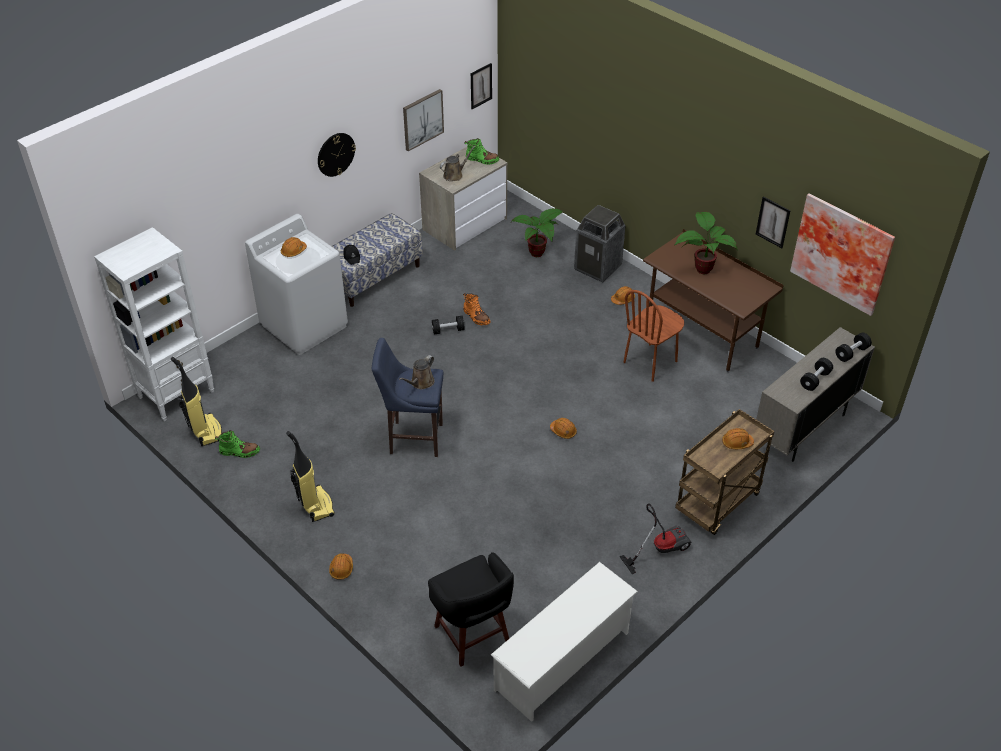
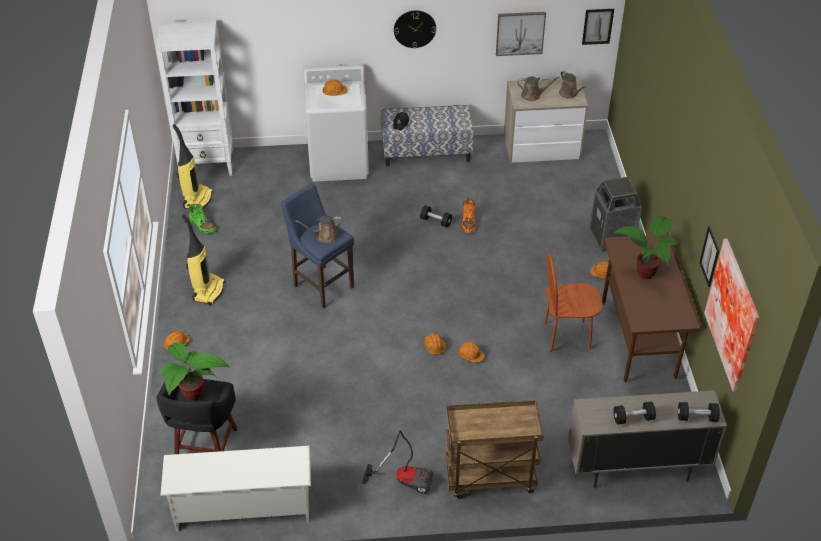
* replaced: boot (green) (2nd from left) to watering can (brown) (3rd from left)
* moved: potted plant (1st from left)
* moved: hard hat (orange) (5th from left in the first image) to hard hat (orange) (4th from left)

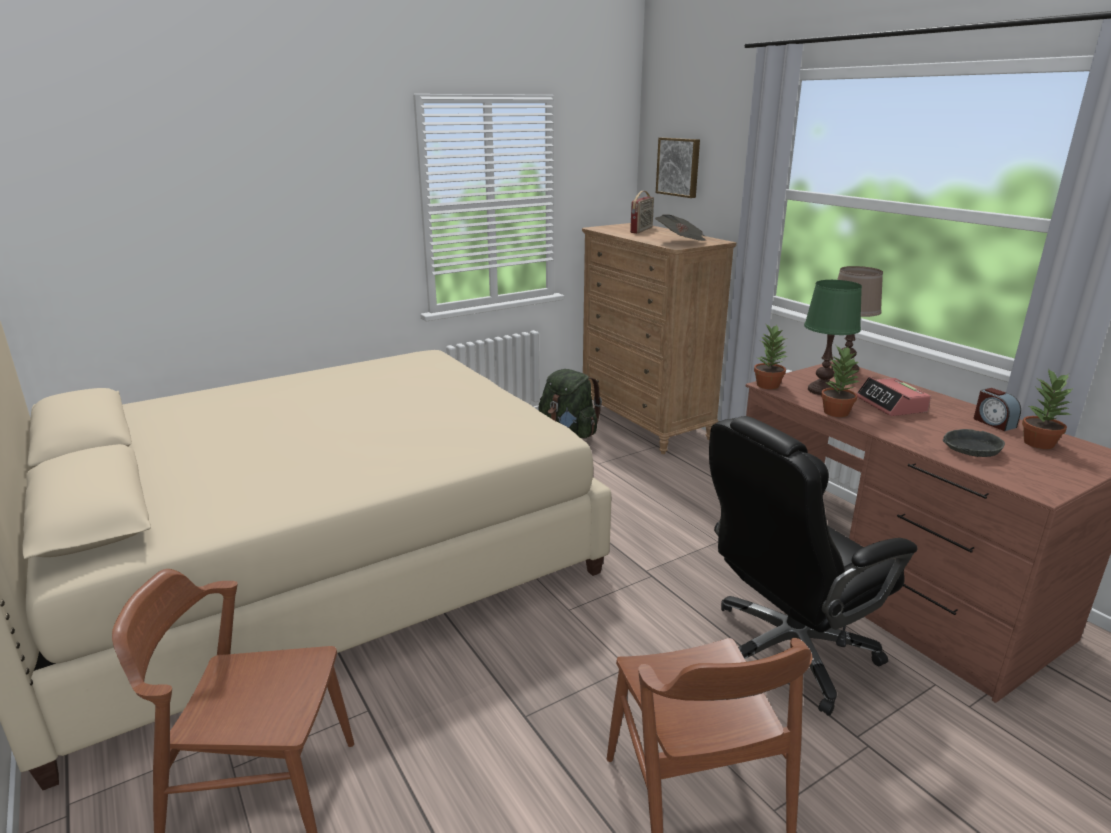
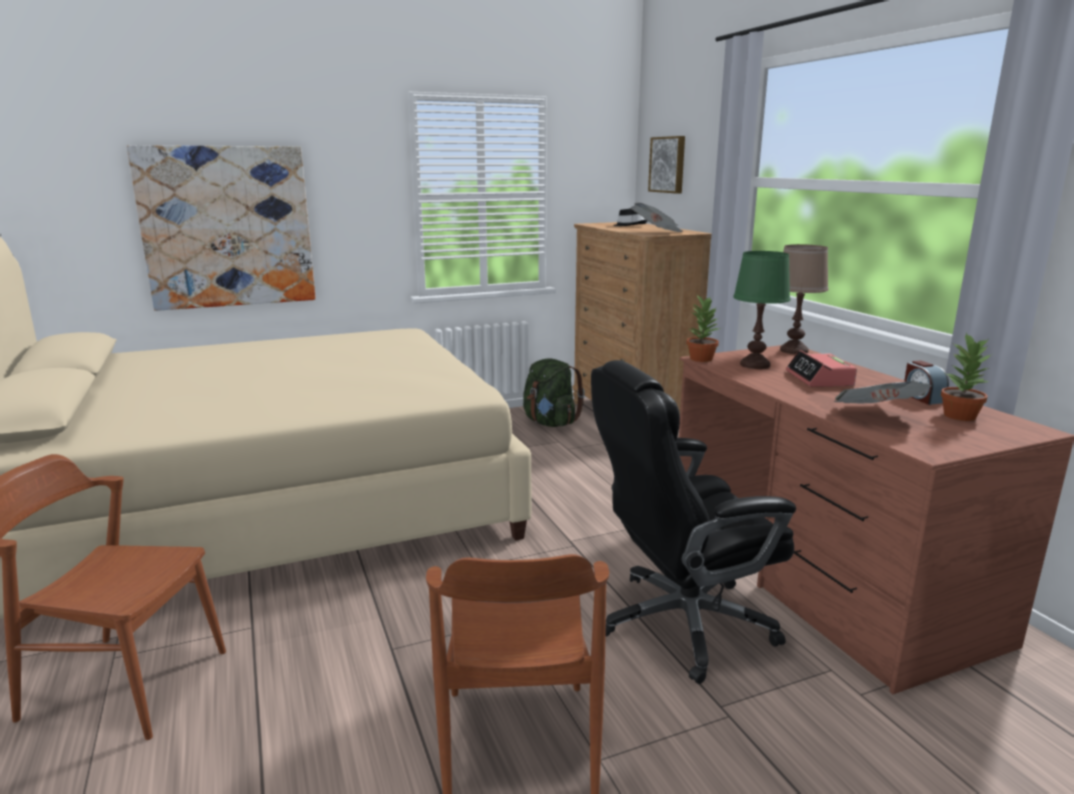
* replaced: radio to hat (black)
* removed: potted plant (2nd from left)
* replaced: bowl (grey) to newspaper (2nd from left)
* added: picture (1st from left)

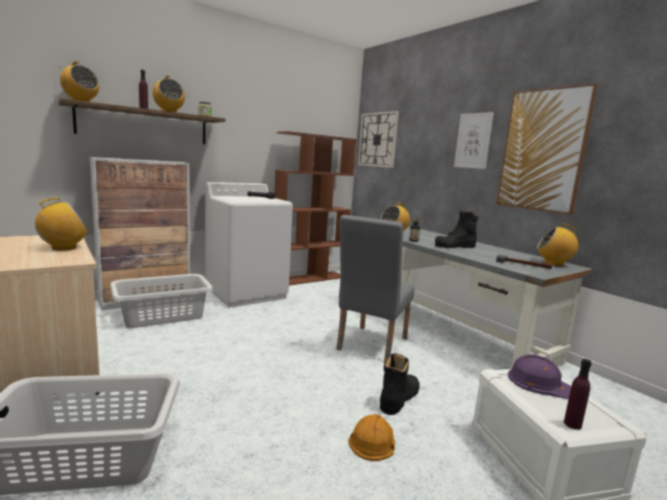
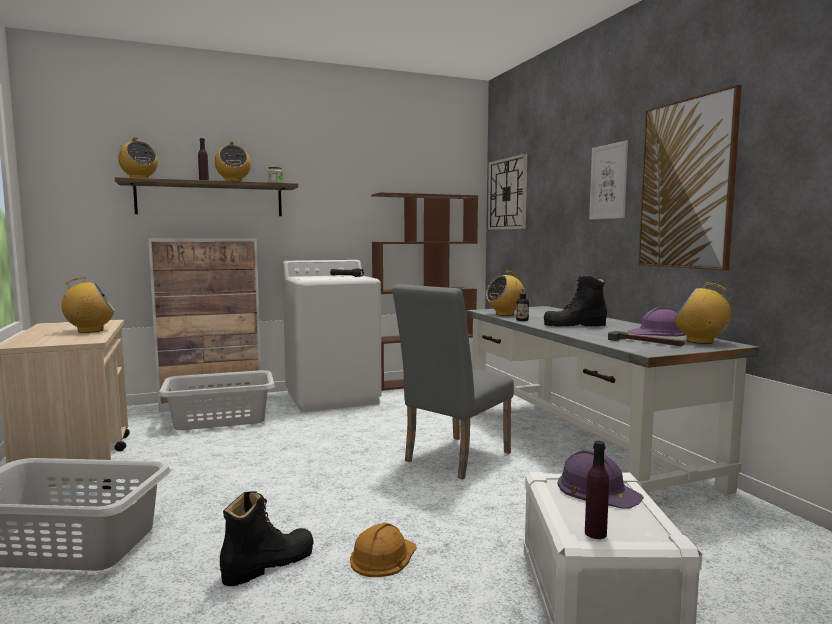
* moved: boot (black) (1st from left)
* added: hard hat (purple) (2nd from left)

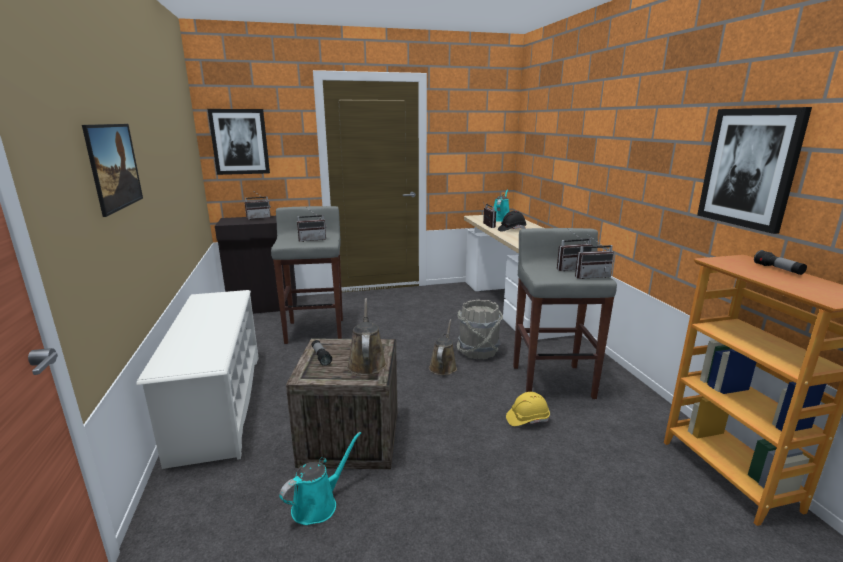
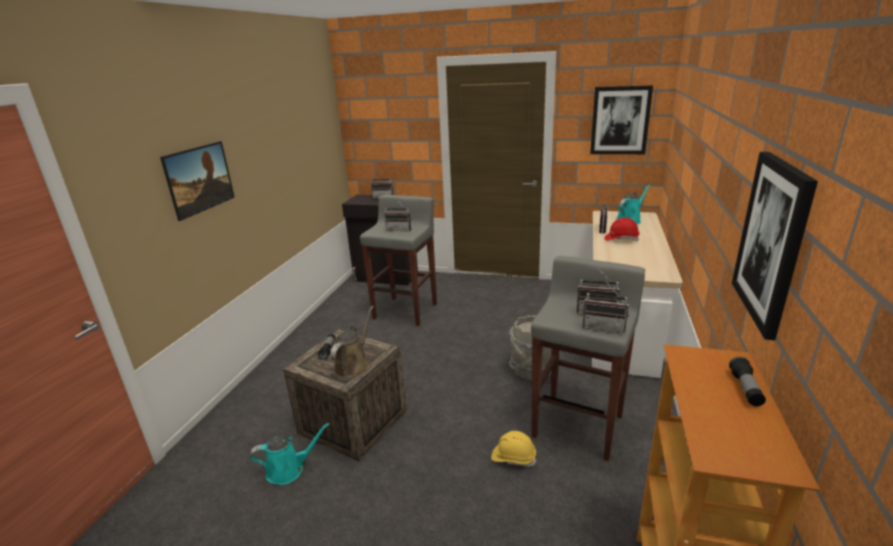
* moved: picture (2nd from left)
* recoloured: hard hat (black) to hard hat (red)
* removed: shoe rack (white)
* removed: watering can (brown) (2nd from left)

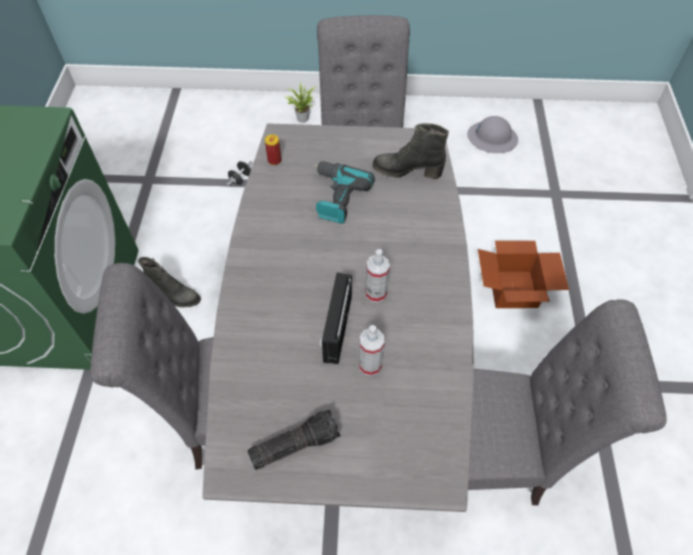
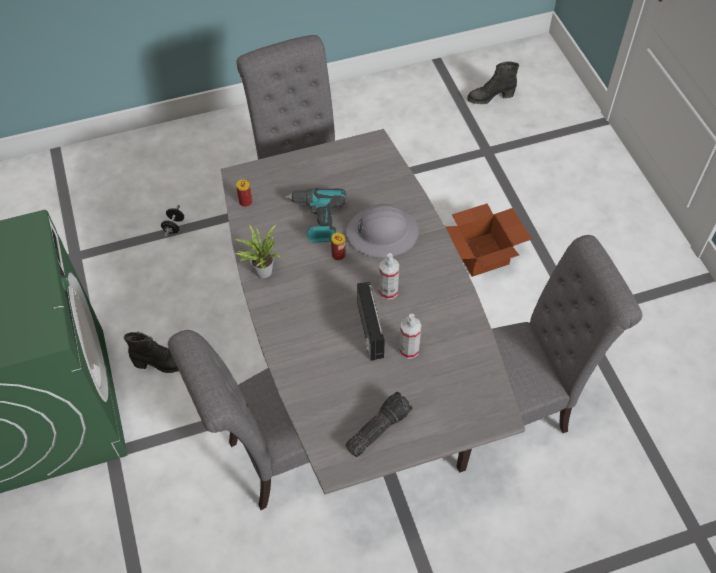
* moved: potted plant
* moved: hard hat (grey)
* moved: boot (black) (2nd from left)
* added: can (2nd from left)

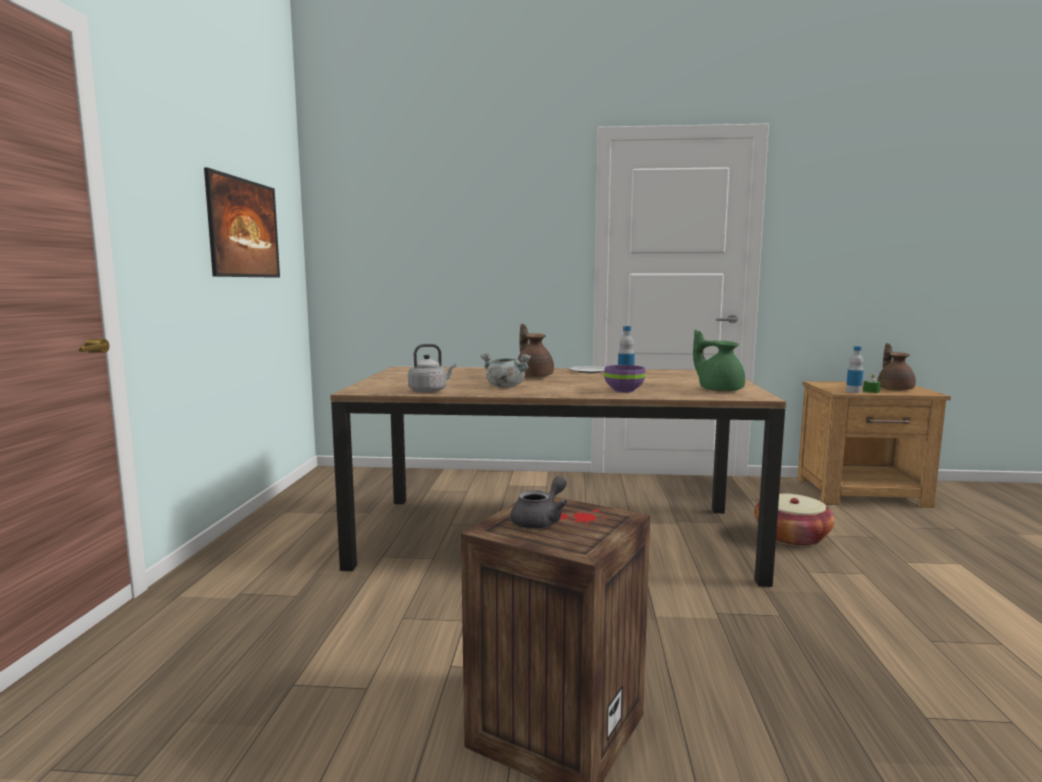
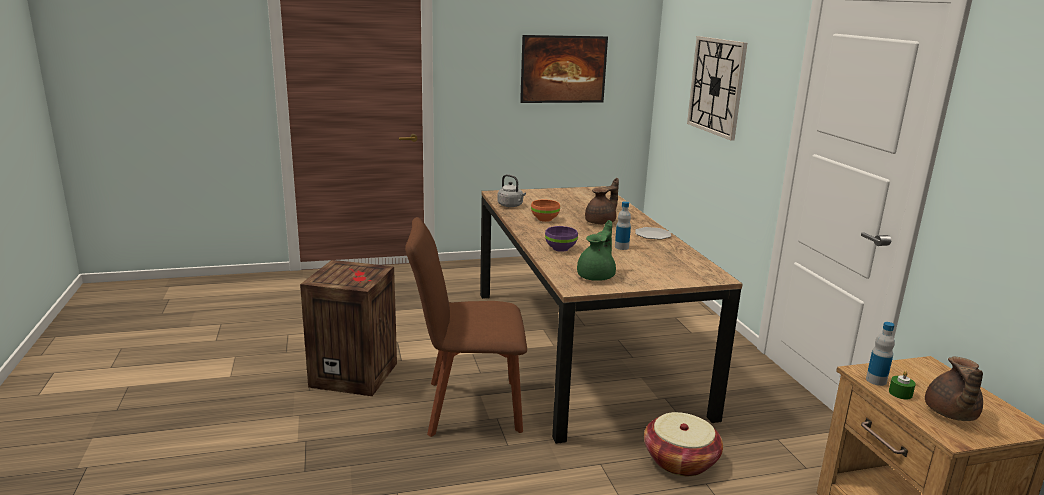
* turned: teapot (brown) (2nd from left) 120 degrees clockwise
* replaced: cooking pot (grey) to bowl (orange)
* removed: teapot (grey)
* added: wall clock
* added: chair (brown)

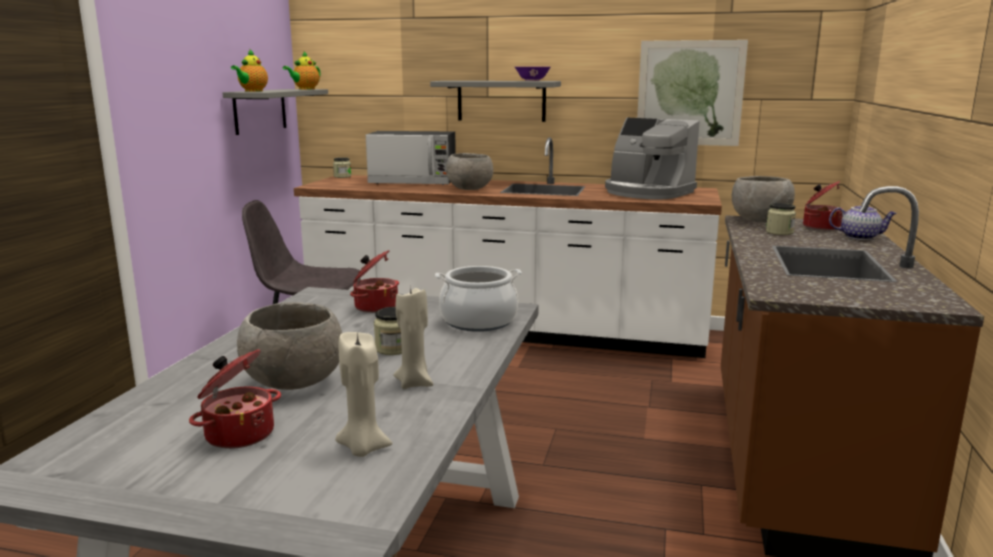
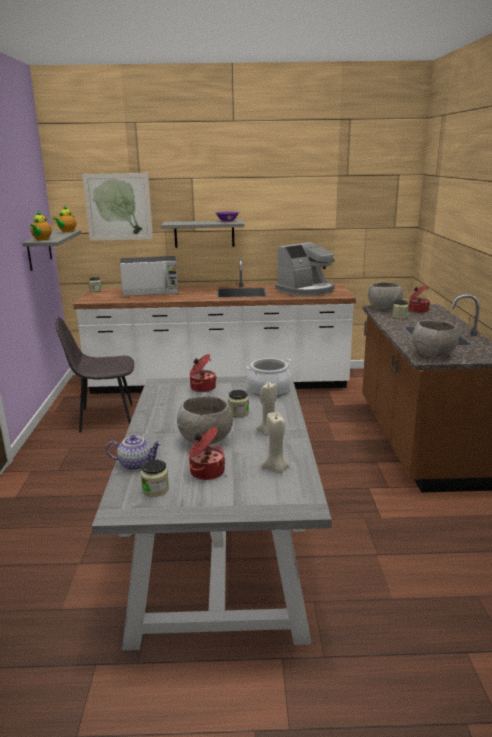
* moved: picture
* turned: coffee machine 60 degrees counterclockwise
* moved: bowl (grey) (2nd from left in the first image) to bowl (grey) (3rd from left)
* moved: teapot (3rd from left)
* added: jar (2nd from left)

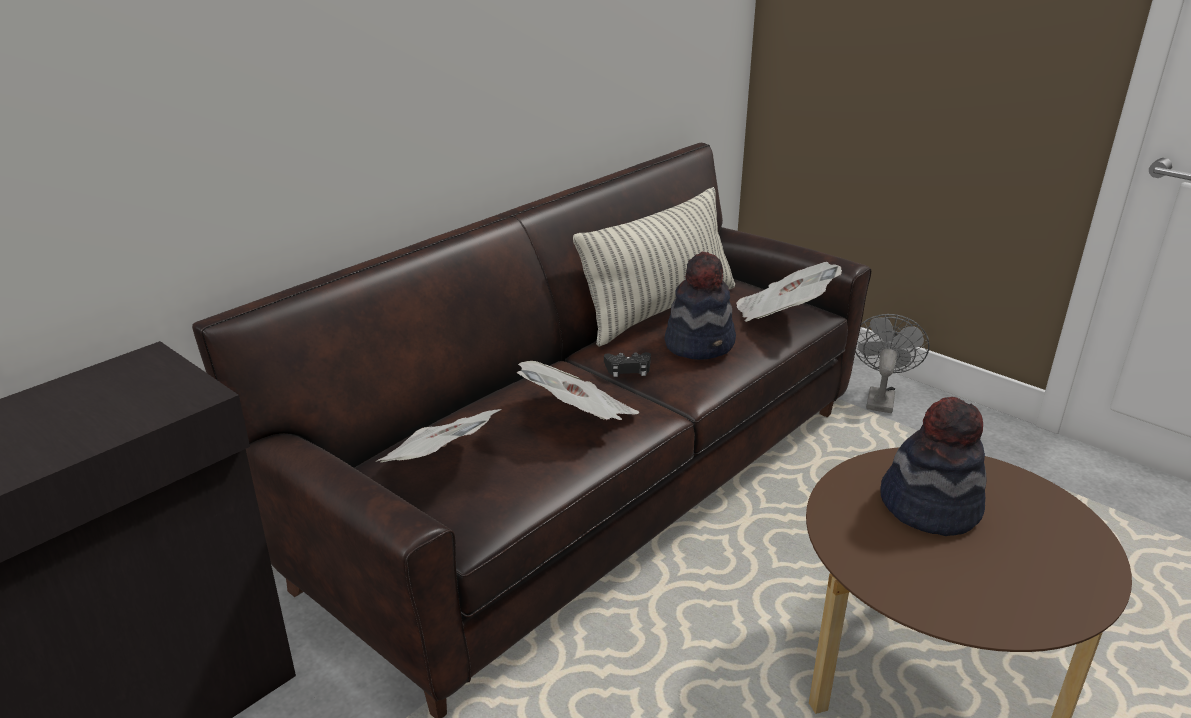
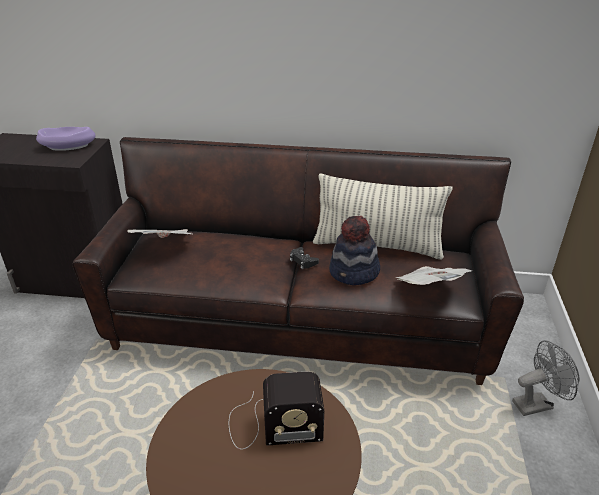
* removed: newspaper (2nd from left)
* replaced: hat (2nd from left) to radio
* added: bowl (purple)

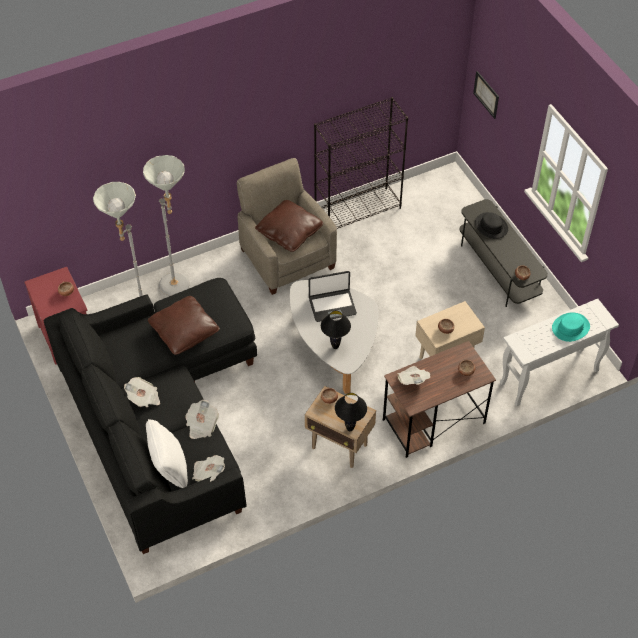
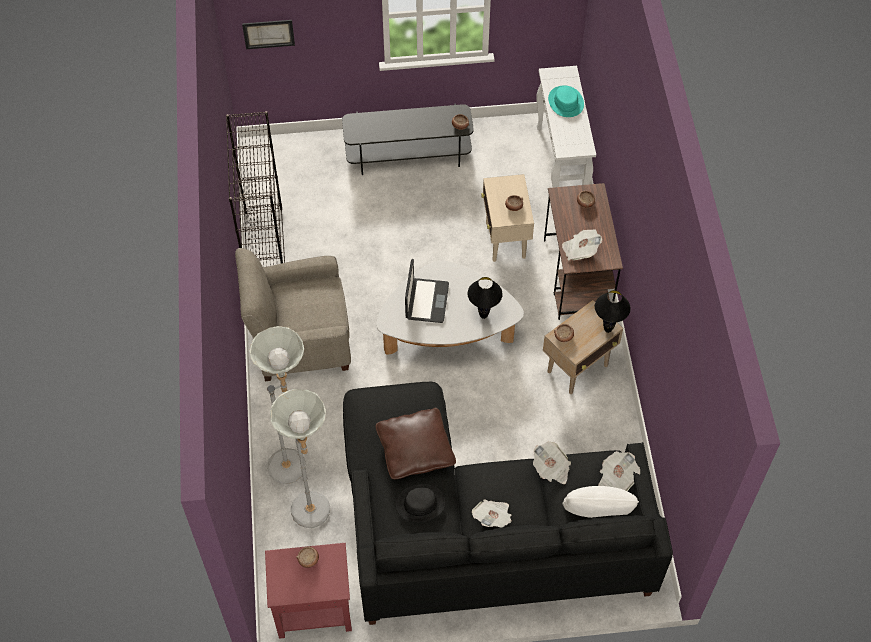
* removed: pillow (brown) (2nd from left)
* moved: hat (black)

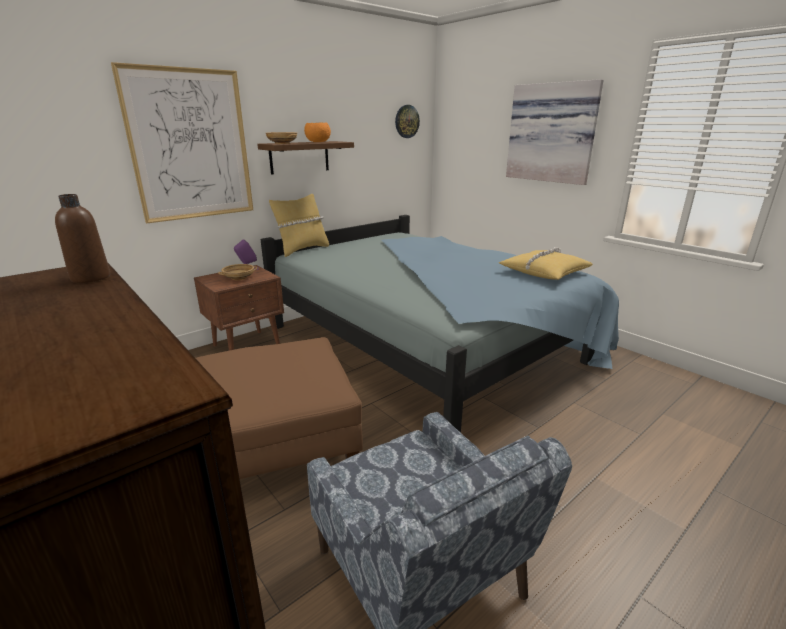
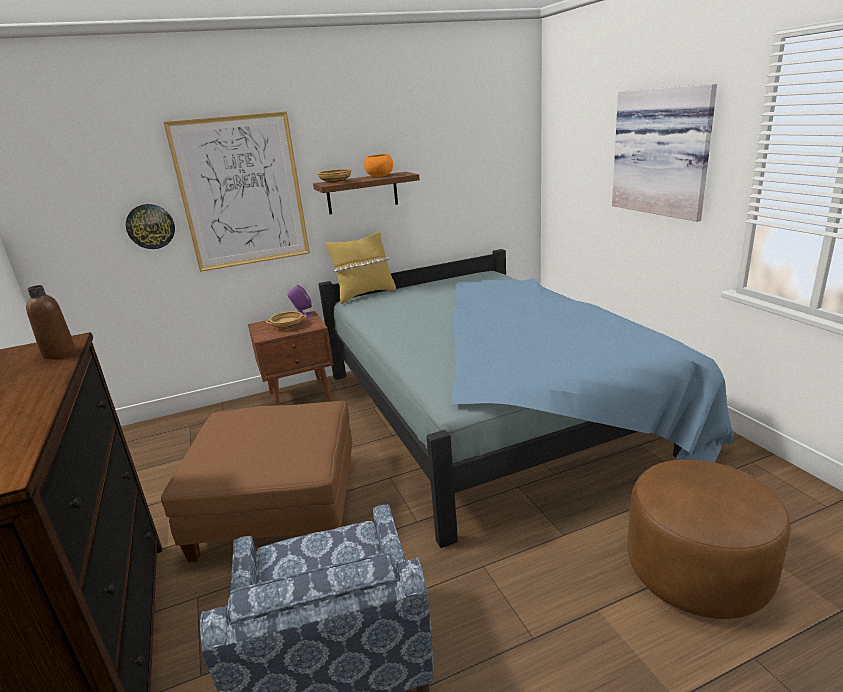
* moved: wall clock
* removed: pillow (yellow) (2nd from left)
* added: ottoman (brown) (2nd from left)

